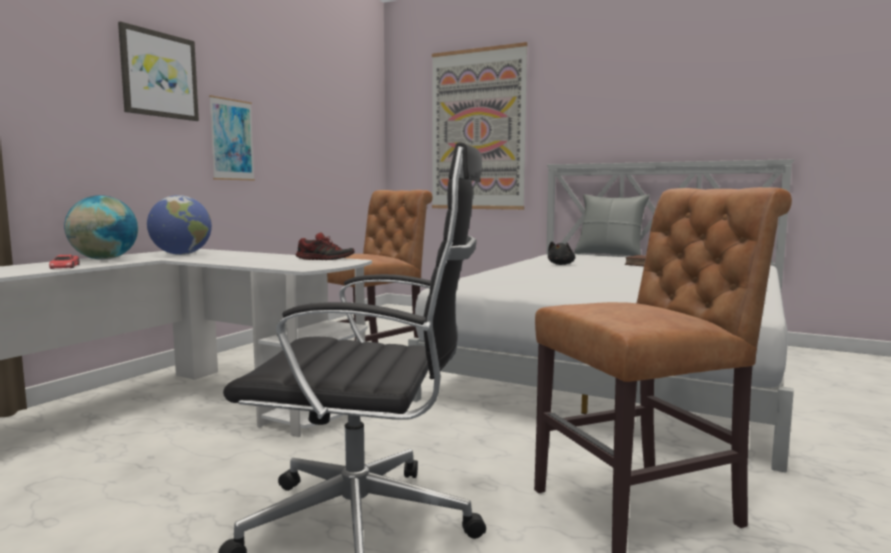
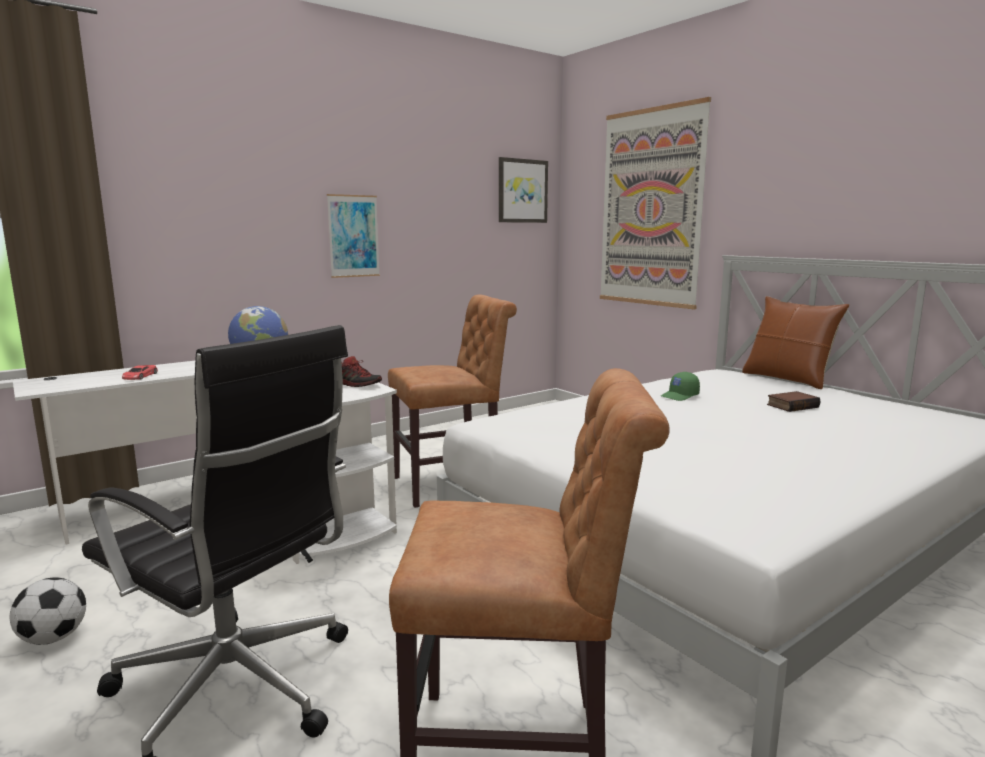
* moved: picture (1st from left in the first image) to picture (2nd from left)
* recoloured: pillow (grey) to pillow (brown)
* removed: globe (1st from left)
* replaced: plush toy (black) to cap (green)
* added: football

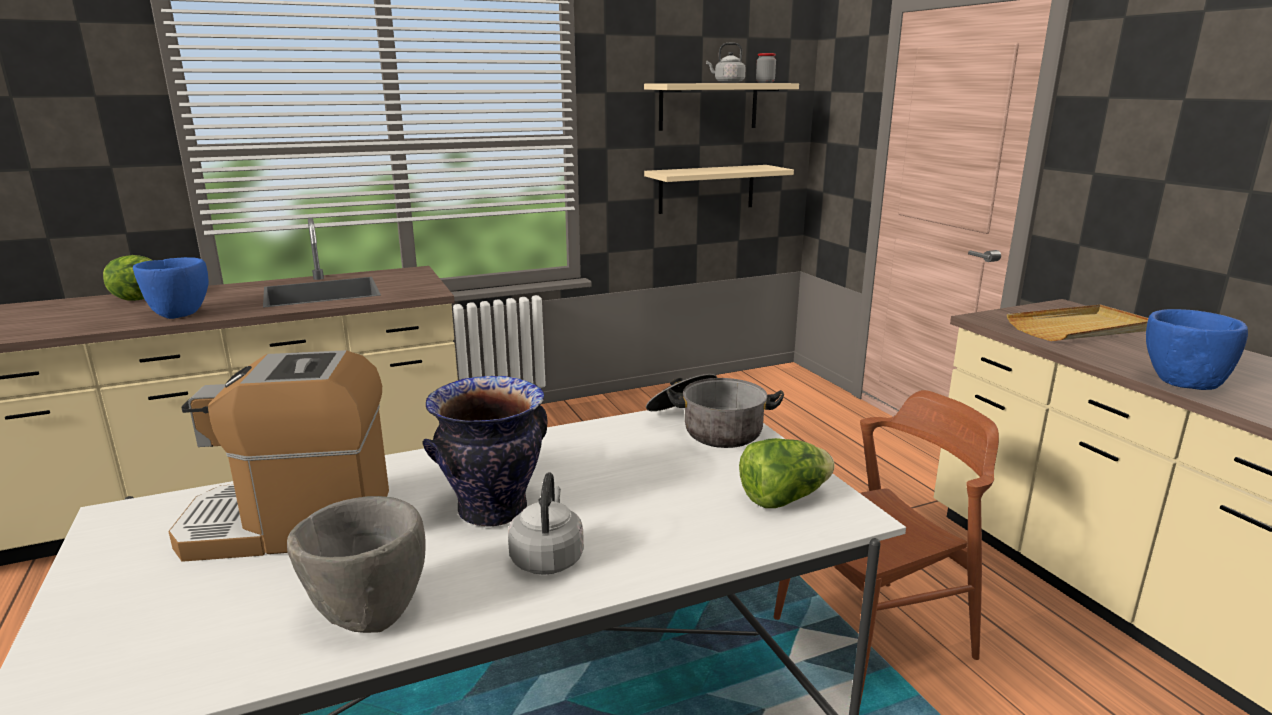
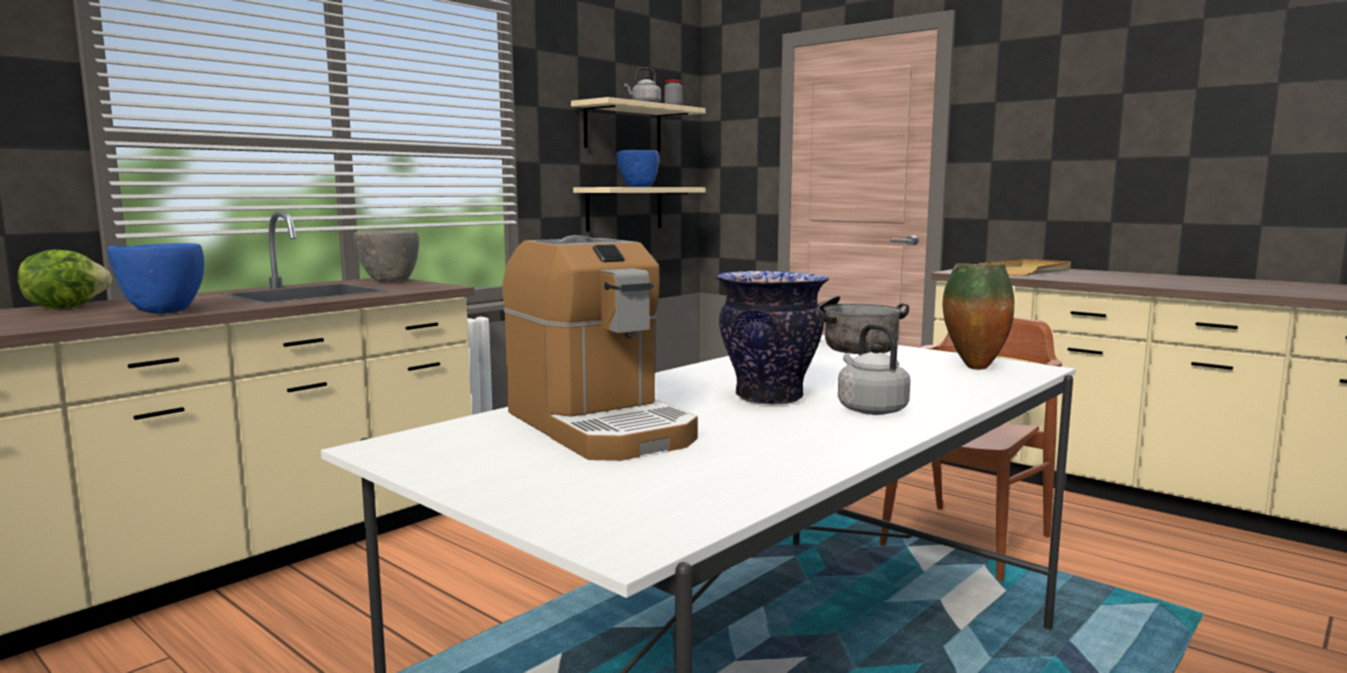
* moved: bowl (blue) (2nd from left)
* turned: coffee machine 90 degrees counterclockwise
* replaced: lettuce (2nd from left) to vase (2nd from left)
* moved: bowl (grey)

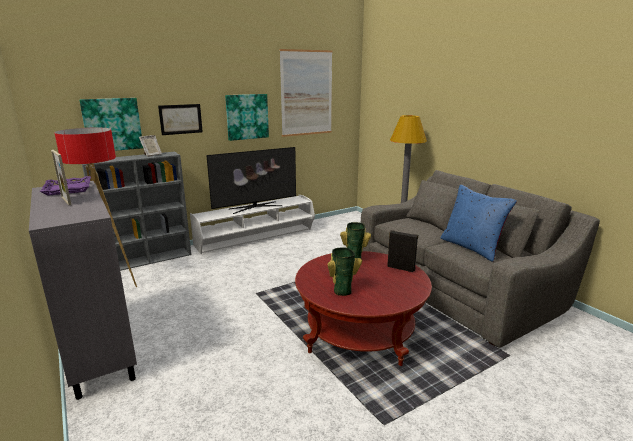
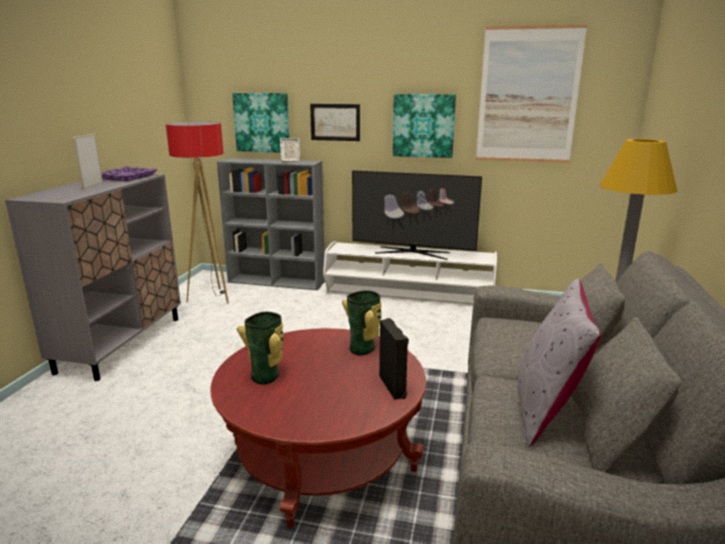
* recoloured: pillow (blue) to pillow (grey)

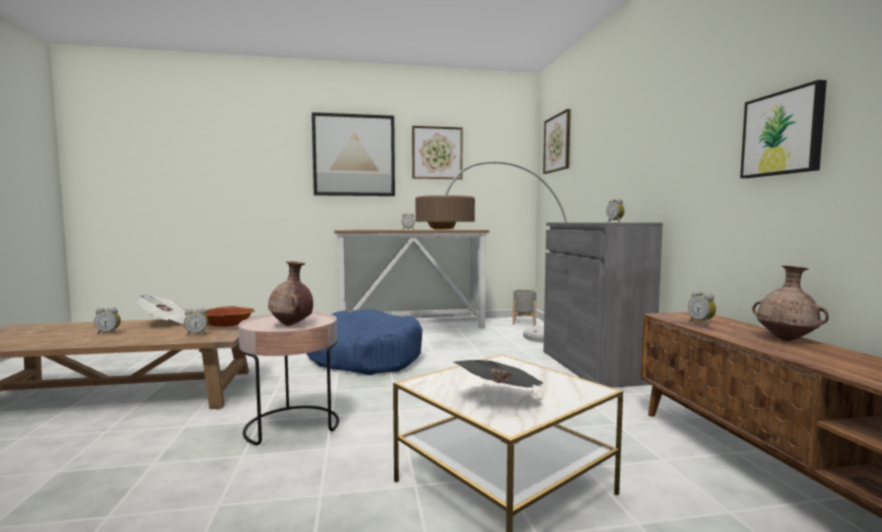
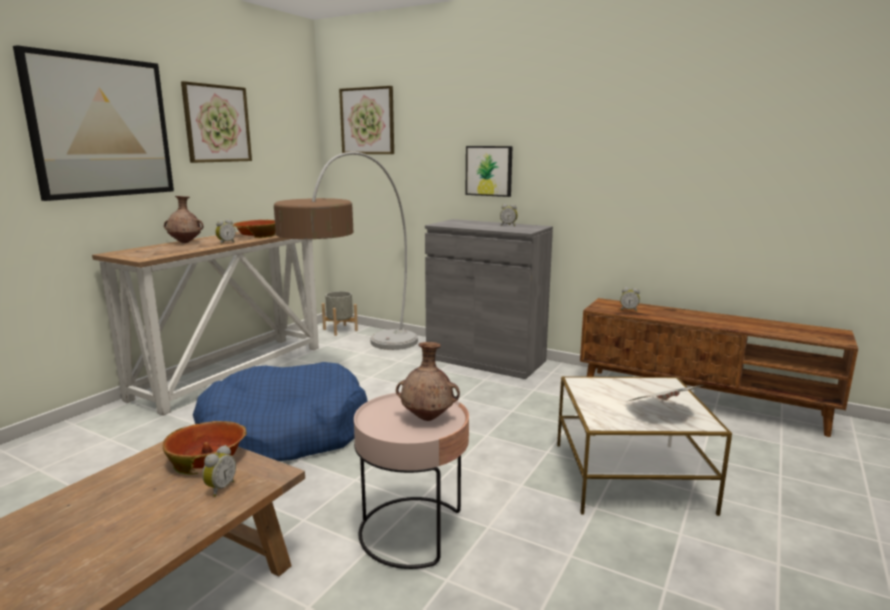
* moved: picture (4th from left)
* moved: vase (brown) (2nd from left in the first image) to vase (brown) (1st from left)
* removed: newspaper (1st from left)
* removed: alarm clock (1st from left)

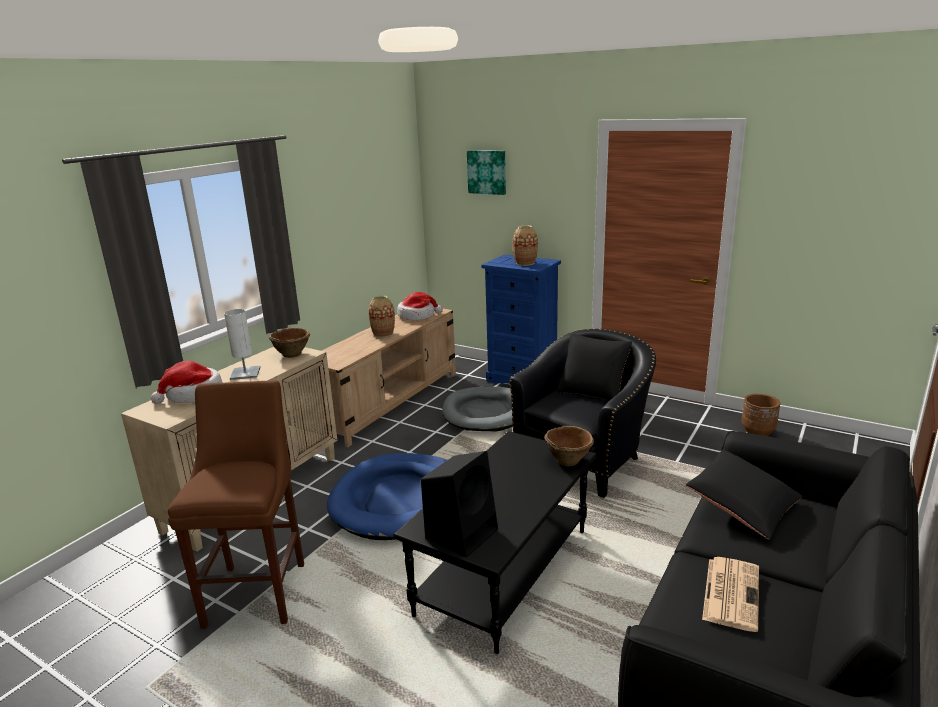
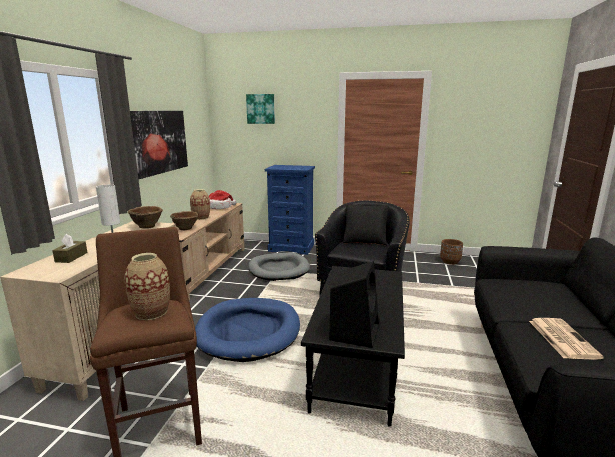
* moved: vase (2nd from left in the first image) to vase (1st from left)
* replaced: hat (1st from left) to tissue box (brown)
* moved: bowl (brown) (2nd from left)
* removed: pillow (black) (2nd from left)
* added: picture (1st from left)

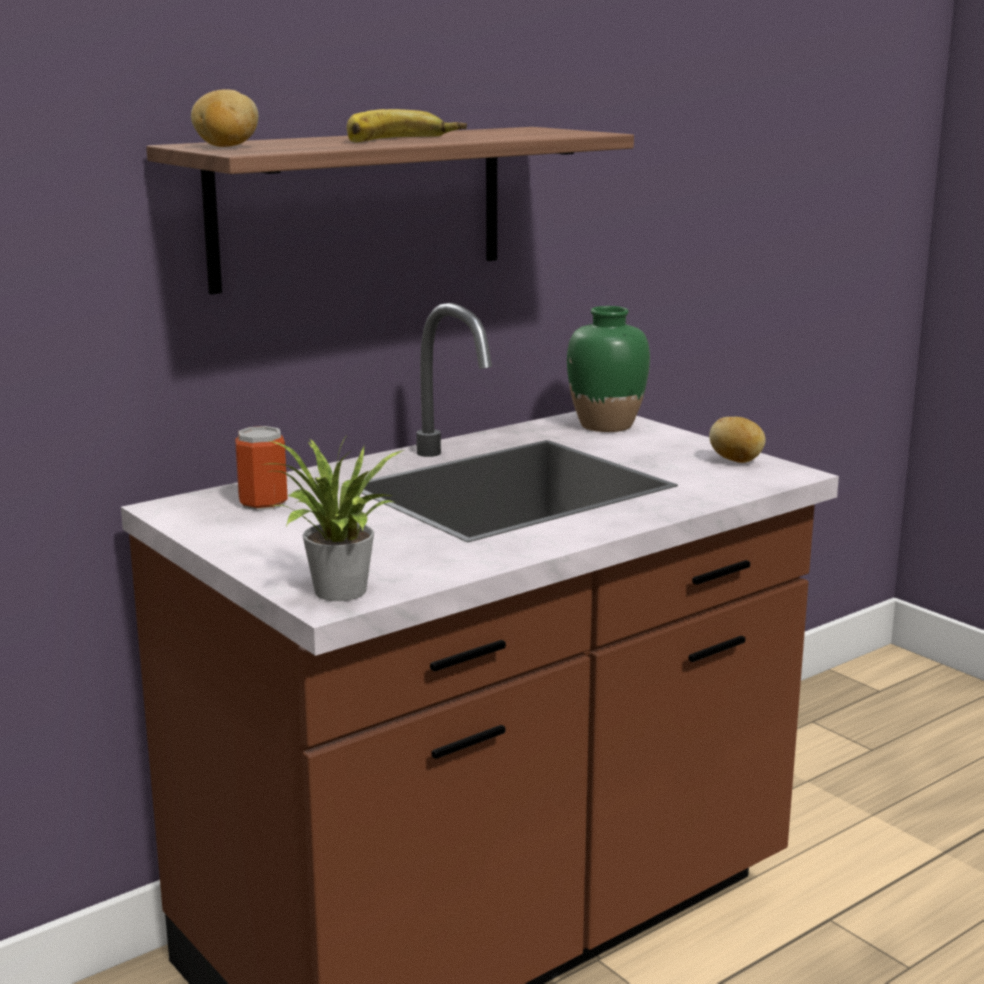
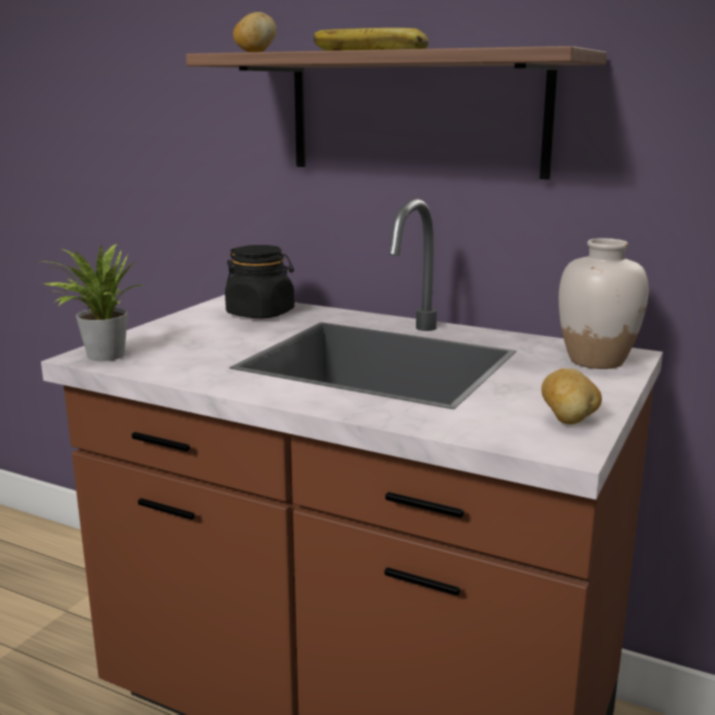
* recoloured: vase (green) to vase (white)
* replaced: can to jar (black)

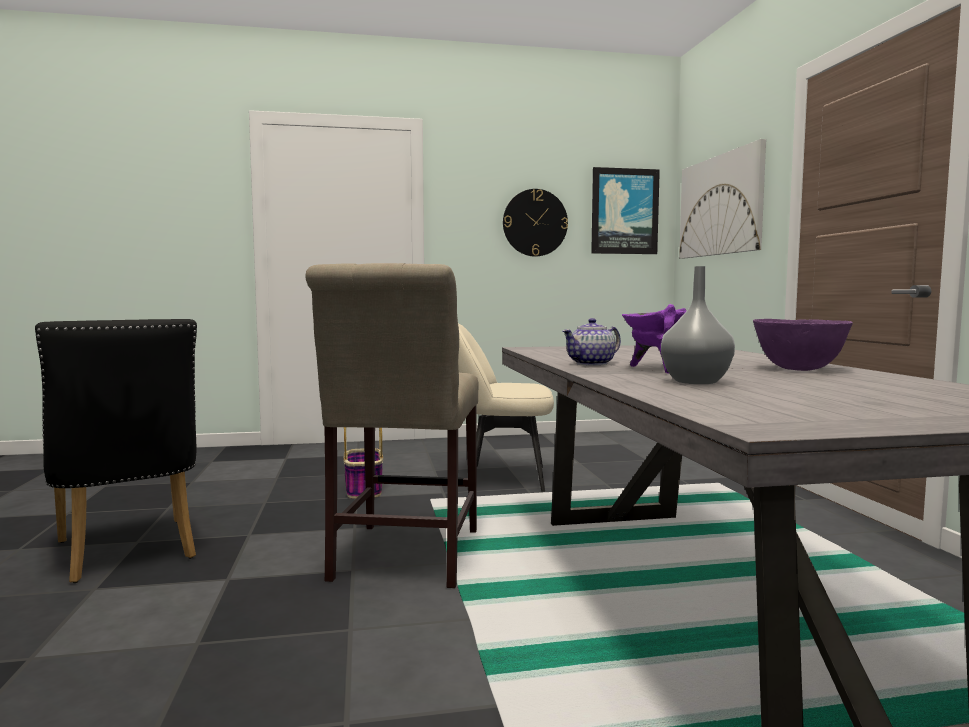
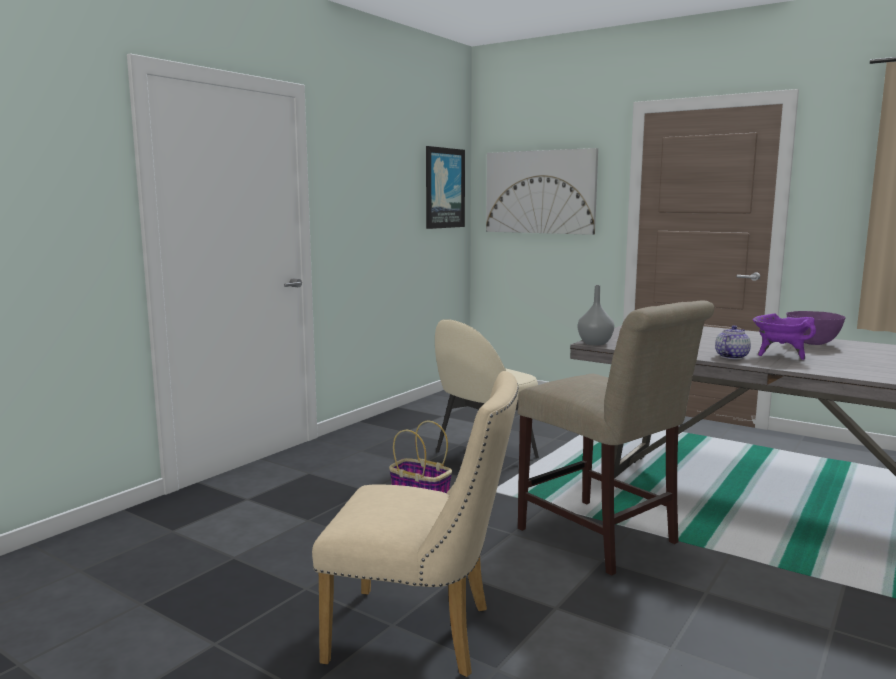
* removed: wall clock
* moved: vase (grey)
* turned: teapot 150 degrees counterclockwise
* recoloured: chair (black) to chair (beige) (1st from left)

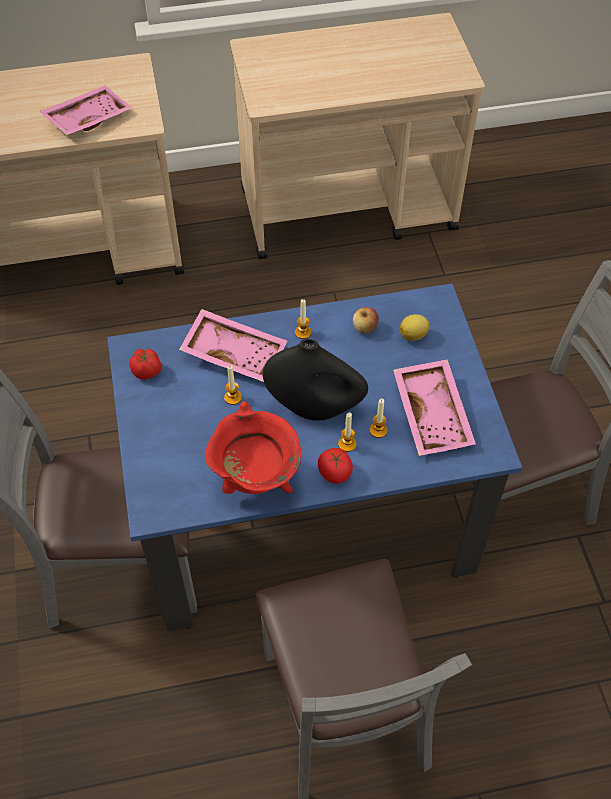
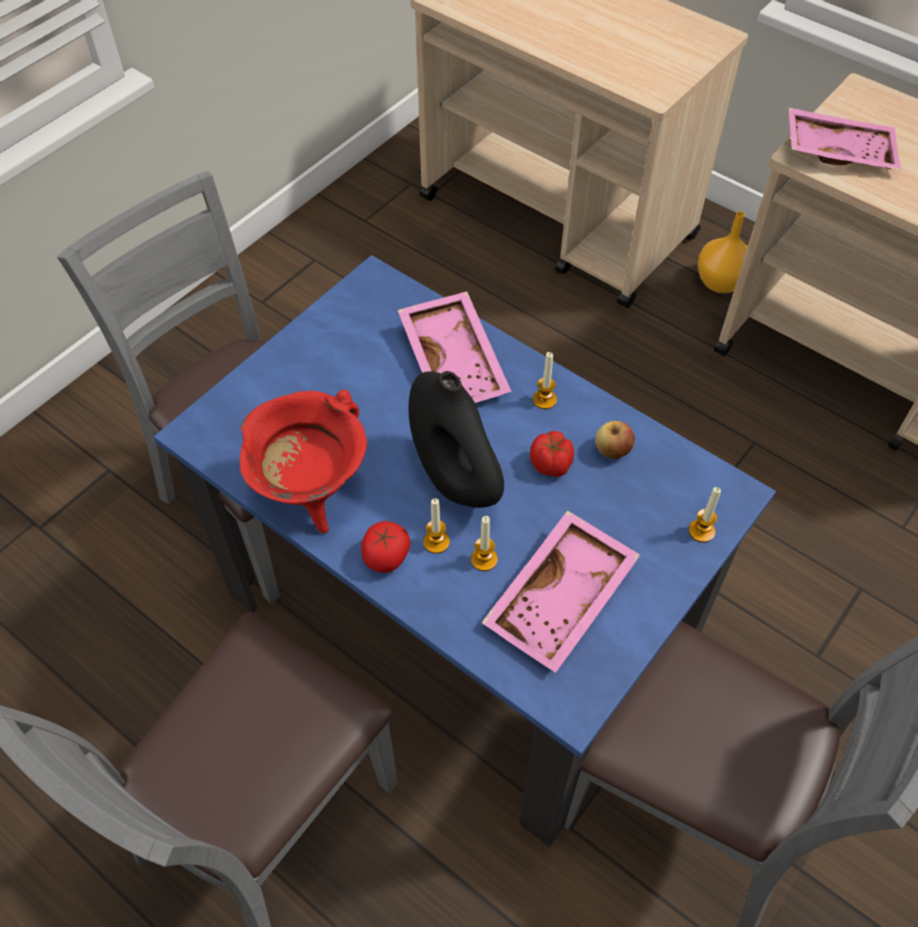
* moved: tray (pink) (1st from left in the first image) to tray (pink) (3rd from left)
* removed: lemon
* moved: tomato (1st from left in the first image) to tomato (2nd from left)
* moved: candle (1st from left in the first image) to candle (4th from left)
* added: vase (orange)

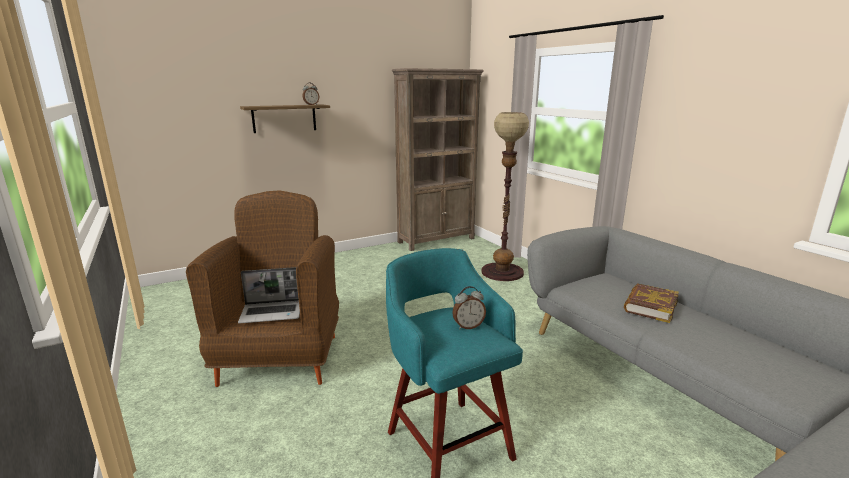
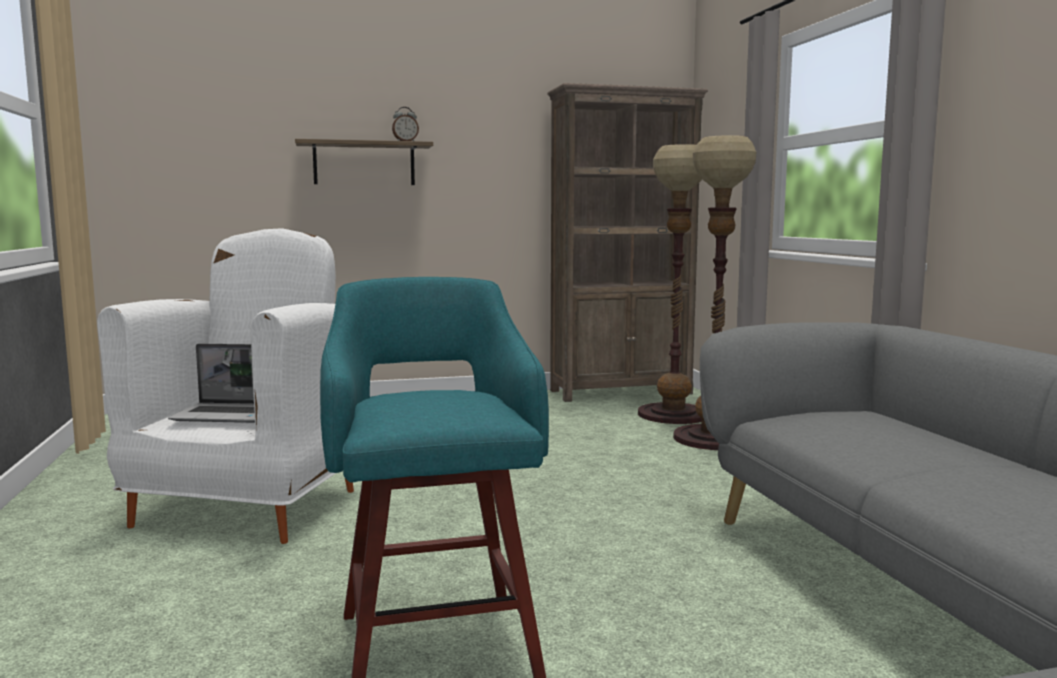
* recoloured: armchair (brown) to armchair (white)
* removed: book
* removed: alarm clock (2nd from left)
* added: floor lamp (1st from left)

